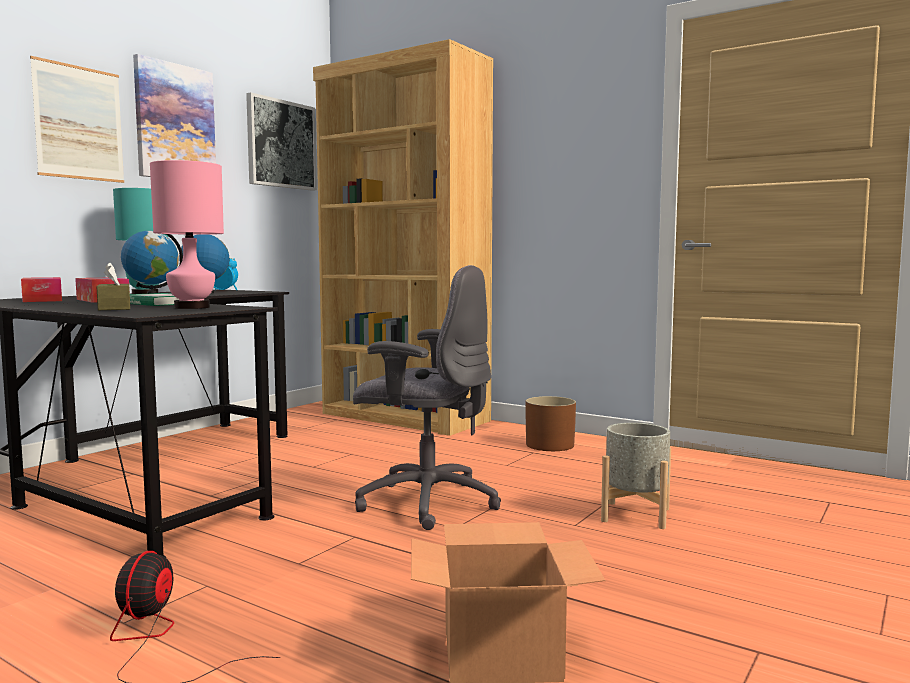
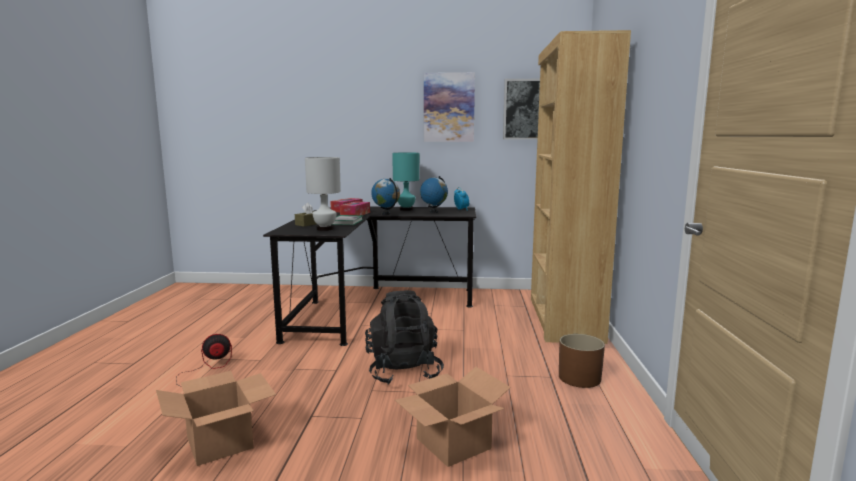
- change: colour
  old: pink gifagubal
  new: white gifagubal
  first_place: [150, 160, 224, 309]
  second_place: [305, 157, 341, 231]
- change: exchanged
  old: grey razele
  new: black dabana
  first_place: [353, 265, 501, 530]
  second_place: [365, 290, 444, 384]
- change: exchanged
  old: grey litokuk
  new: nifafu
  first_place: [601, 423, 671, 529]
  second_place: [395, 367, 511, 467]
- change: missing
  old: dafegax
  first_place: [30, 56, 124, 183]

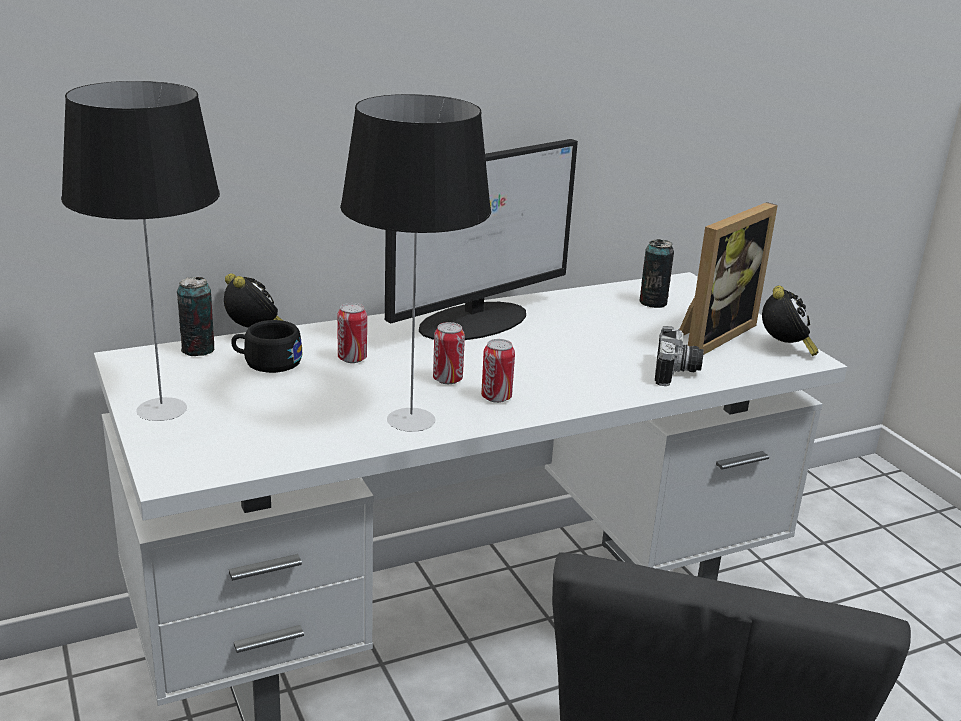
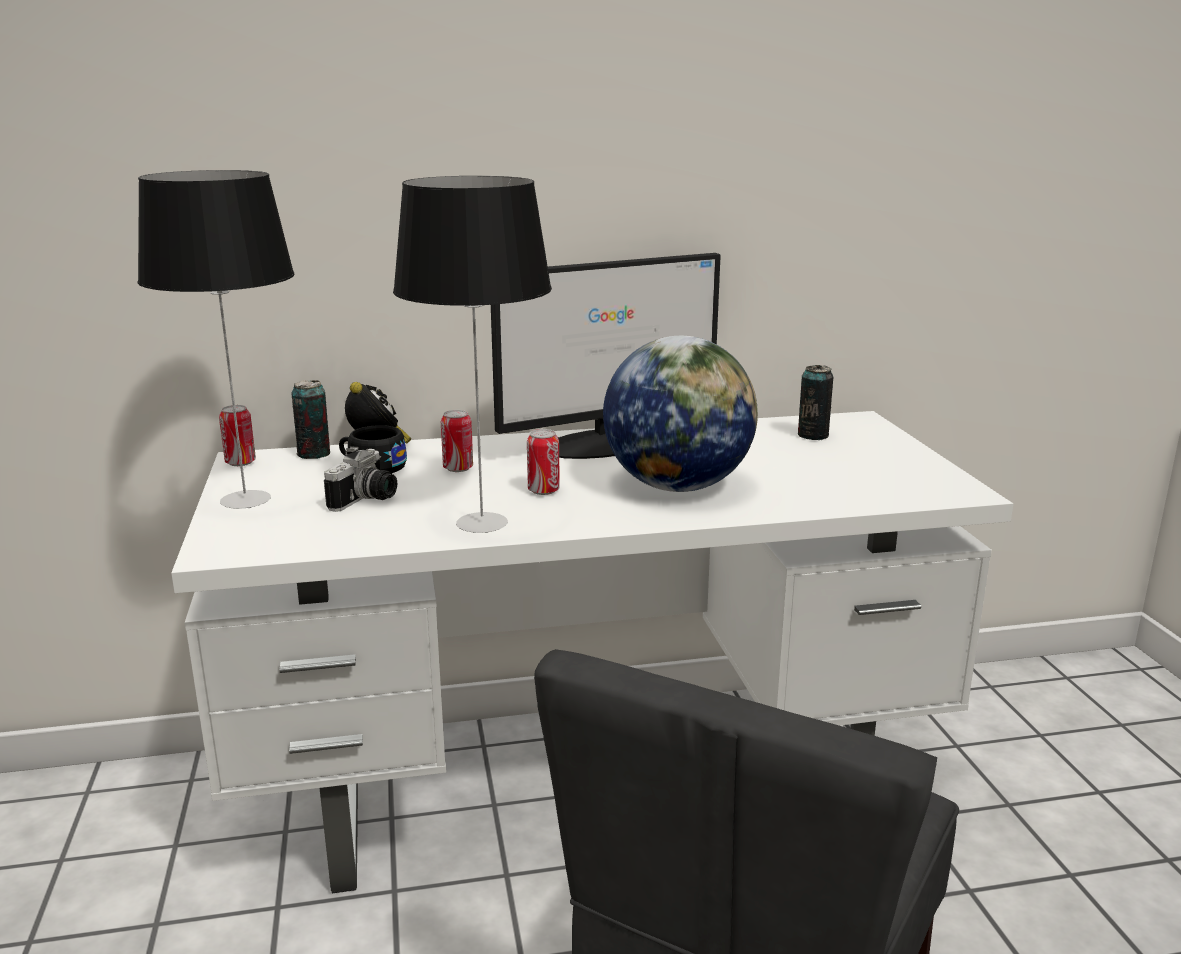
- change: relocated
  old: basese
  first_place: [481, 339, 515, 403]
  second_place: [219, 405, 256, 466]
- change: relocated
  old: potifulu
  first_place: [655, 326, 704, 386]
  second_place: [324, 446, 397, 512]
- change: appeared
  new: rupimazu
  second_place: [603, 336, 758, 492]
- change: missing
  old: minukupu
  first_place: [679, 202, 778, 355]
- change: missing
  old: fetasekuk
  first_place: [762, 286, 819, 356]

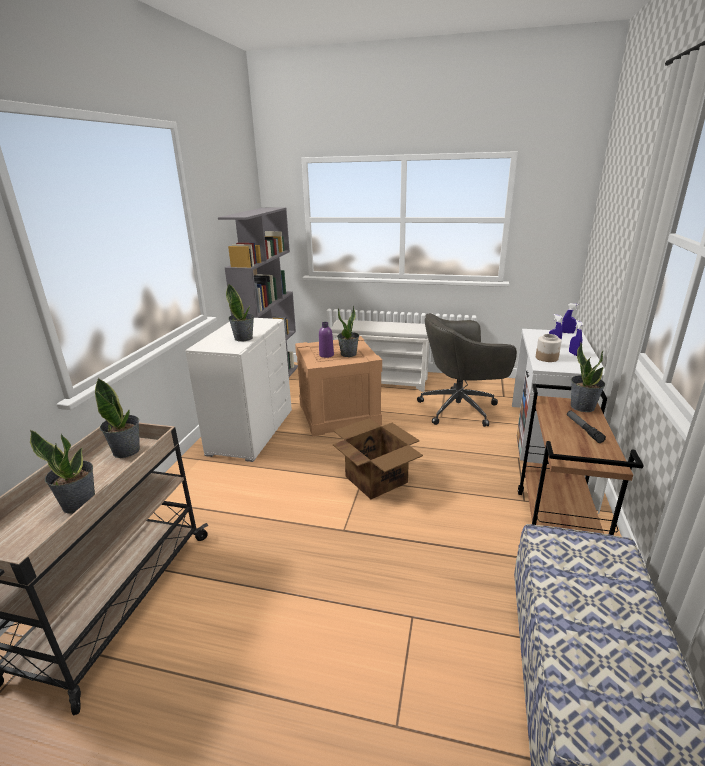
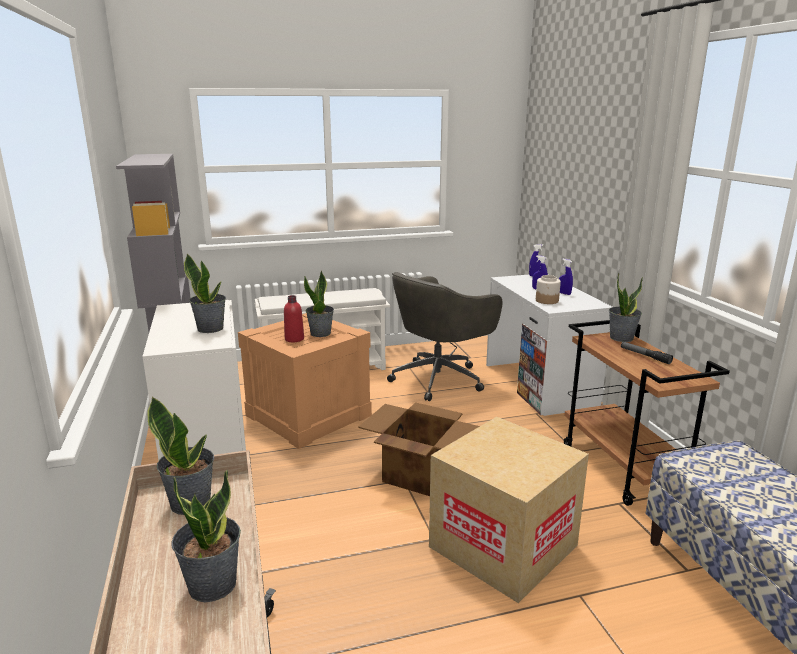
- change: colour
  old: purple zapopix
  new: red zapopix
  first_place: [319, 322, 334, 358]
  second_place: [284, 295, 304, 342]
- change: appeared
  new: nifafu
  second_place: [429, 417, 589, 603]

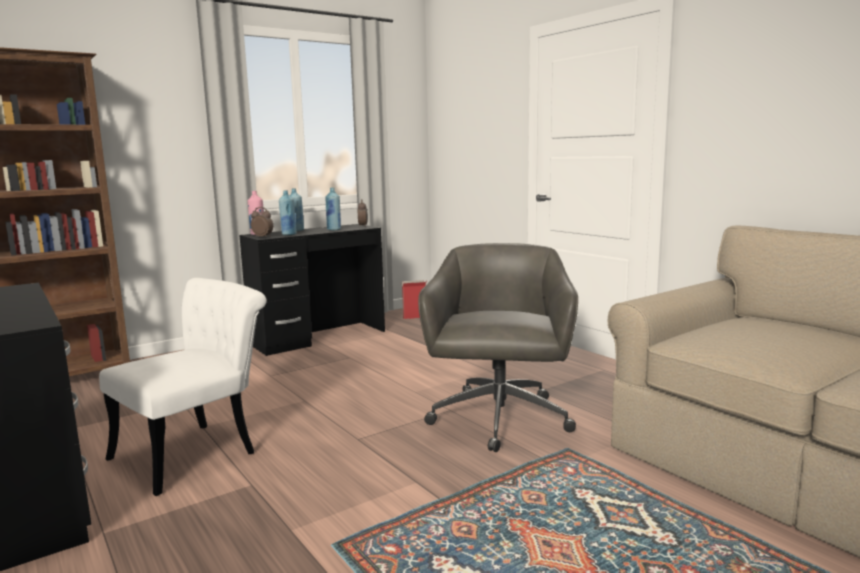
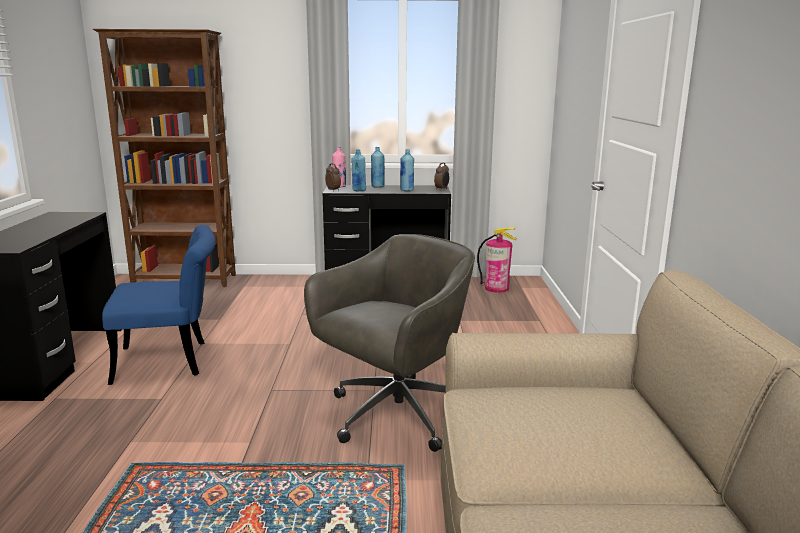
- change: colour
  old: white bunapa
  new: blue bunapa
  first_place: [99, 278, 267, 496]
  second_place: [102, 225, 215, 385]
- change: exchanged
  old: nifafu
  new: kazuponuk
  first_place: [402, 280, 427, 319]
  second_place: [477, 227, 517, 293]

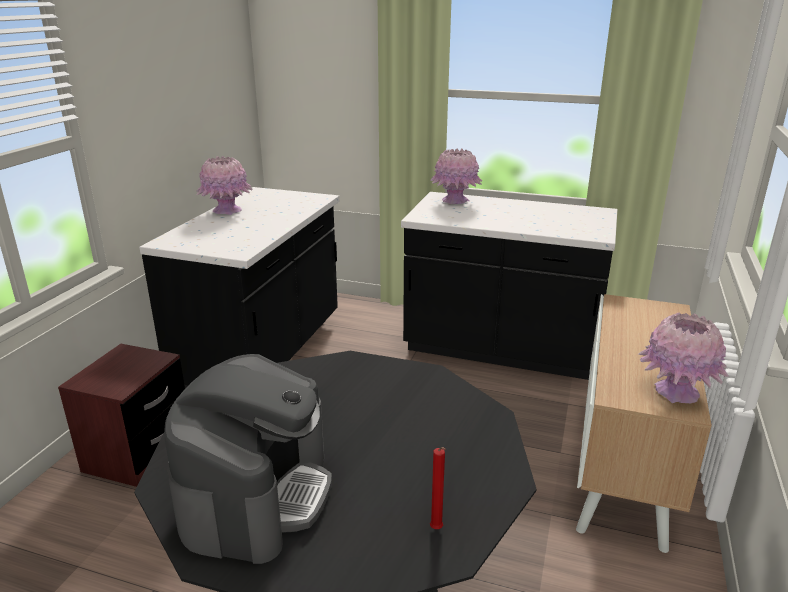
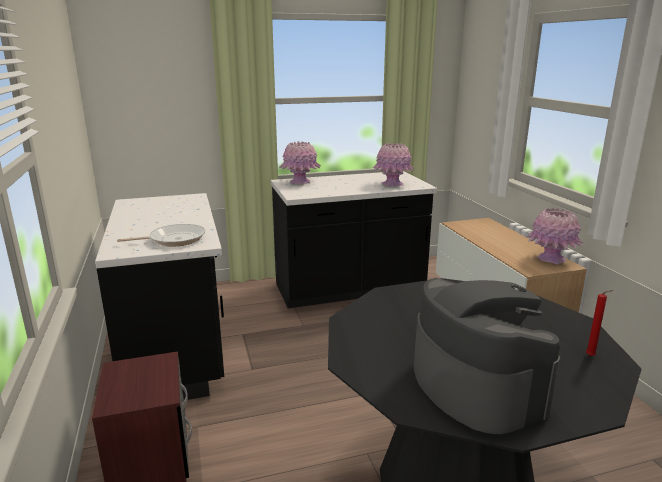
- change: appeared
  new: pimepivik
  second_place: [117, 224, 205, 247]
- change: relocated
  old: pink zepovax
  first_place: [196, 156, 252, 215]
  second_place: [373, 143, 414, 186]

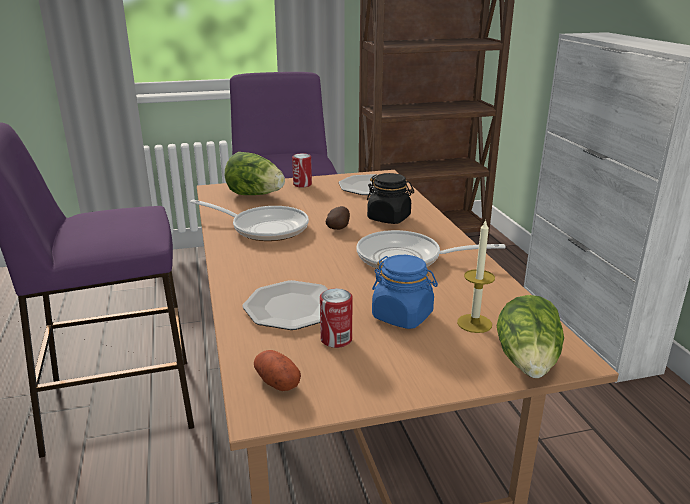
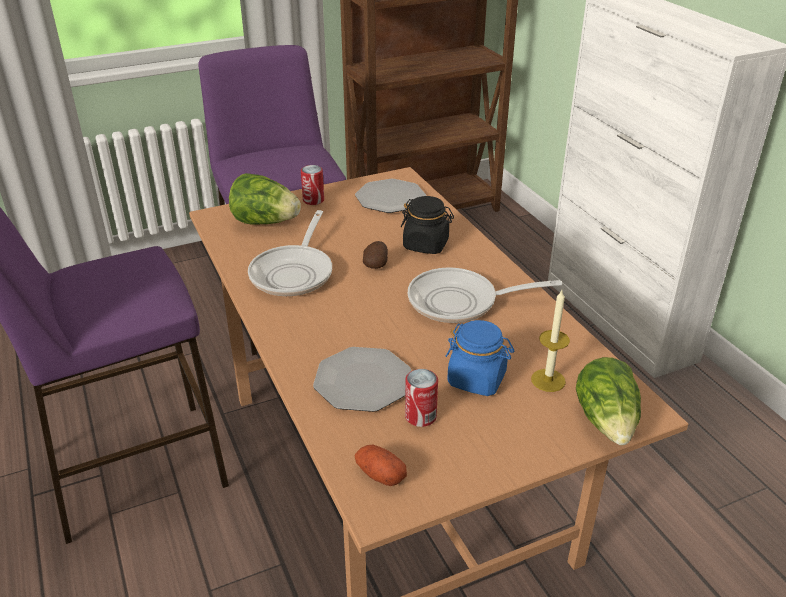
- change: spun
  old: pimepivik
  first_place: [190, 199, 309, 241]
  second_place: [248, 210, 332, 296]
  degrees: 90

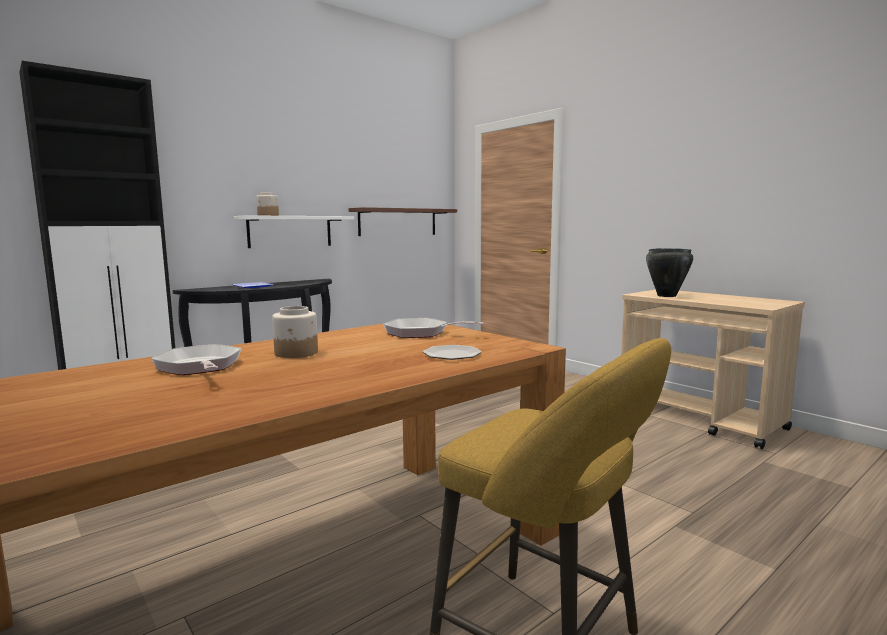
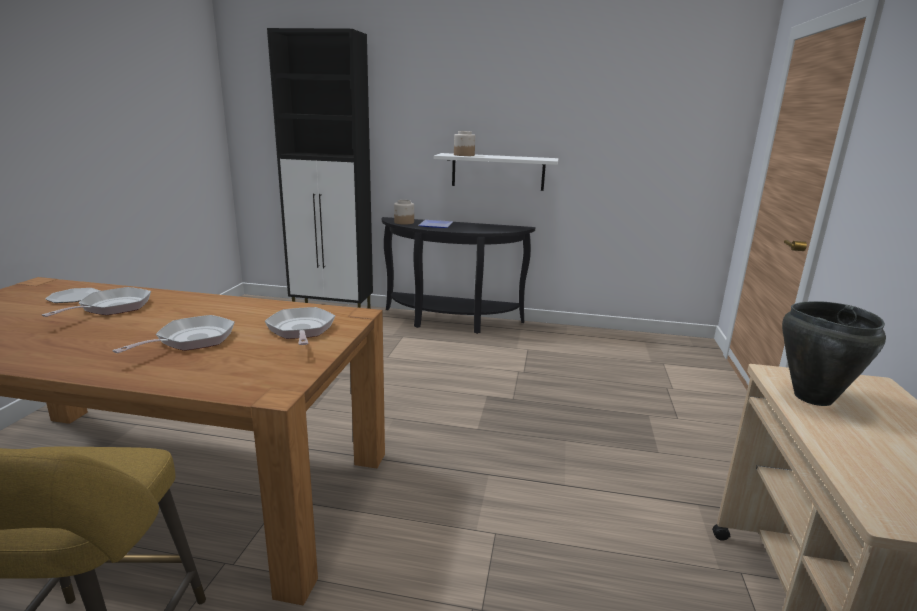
- change: relocated
  old: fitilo
  first_place: [423, 345, 482, 360]
  second_place: [45, 288, 100, 303]
- change: appeared
  new: pimepivik
  second_place: [113, 315, 235, 353]
- change: relocated
  old: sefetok
  first_place: [272, 306, 318, 358]
  second_place: [394, 200, 414, 224]
- change: missing
  old: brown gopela
  first_place: [349, 207, 457, 236]

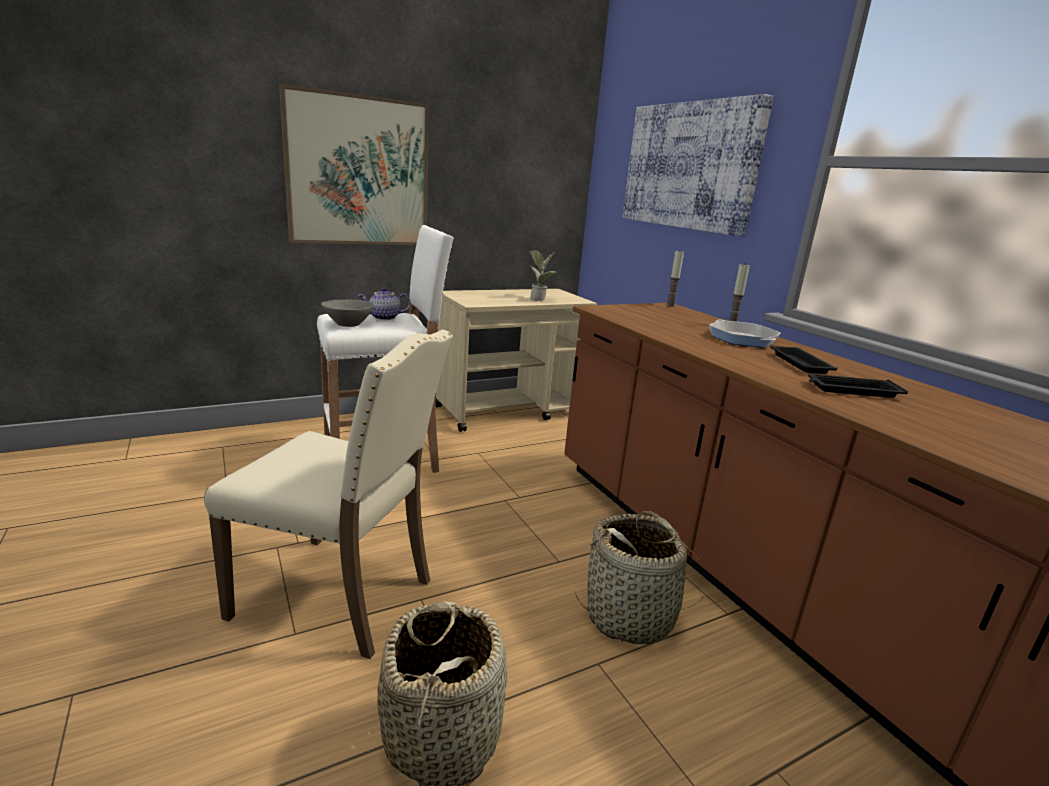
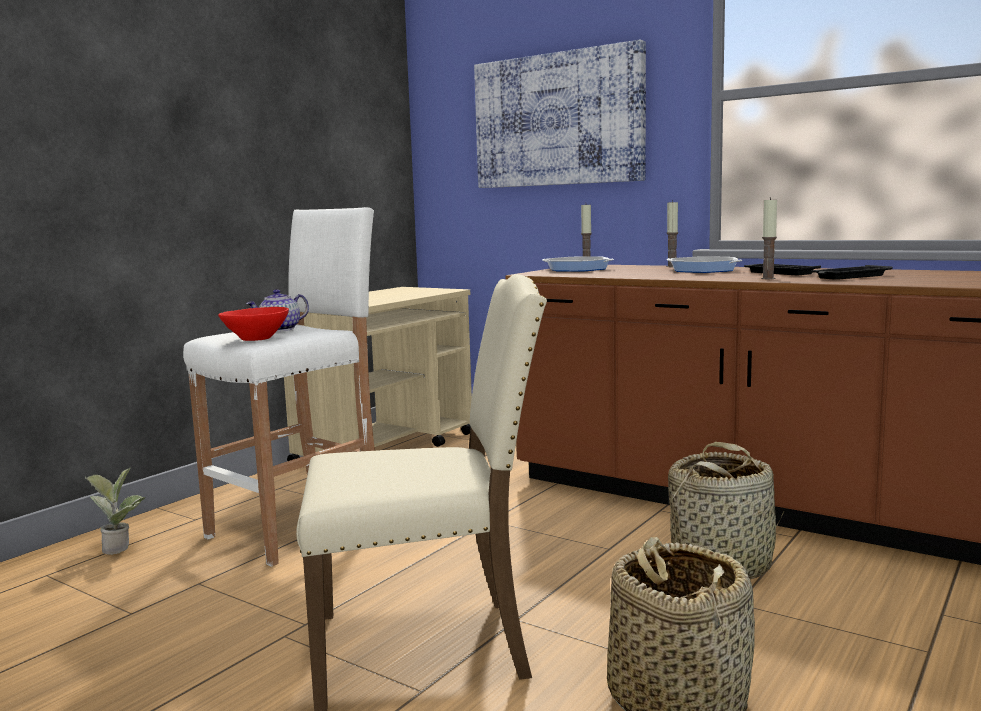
- change: relocated
  old: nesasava
  first_place: [530, 250, 559, 301]
  second_place: [85, 468, 145, 555]
- change: colour
  old: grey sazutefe
  new: red sazutefe
  first_place: [321, 300, 374, 327]
  second_place: [218, 307, 289, 341]
- change: appeared
  new: pimepivik
  second_place: [542, 256, 614, 272]
- change: appeared
  new: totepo
  second_place: [761, 197, 777, 279]
- change: missing
  old: dafegax
  first_place: [279, 84, 429, 245]

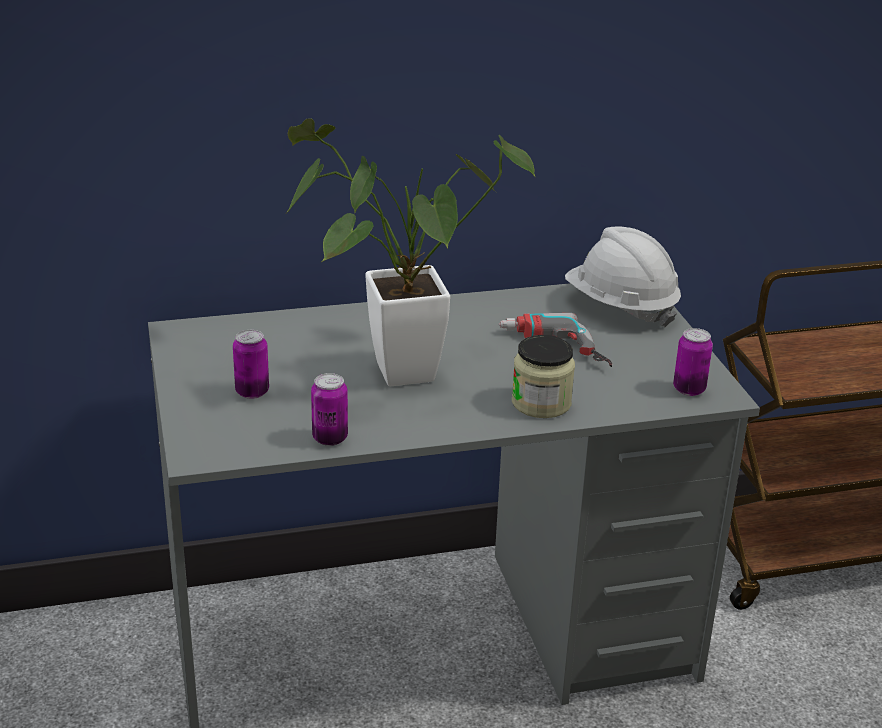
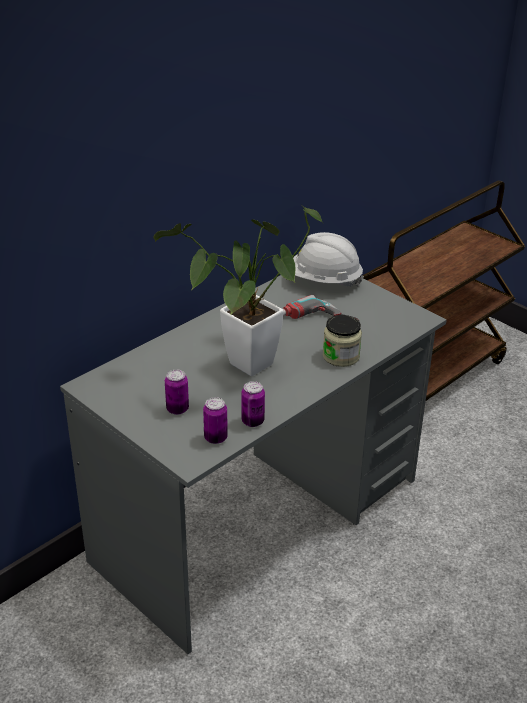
- change: relocated
  old: basese
  first_place: [673, 328, 713, 396]
  second_place: [203, 397, 228, 444]

